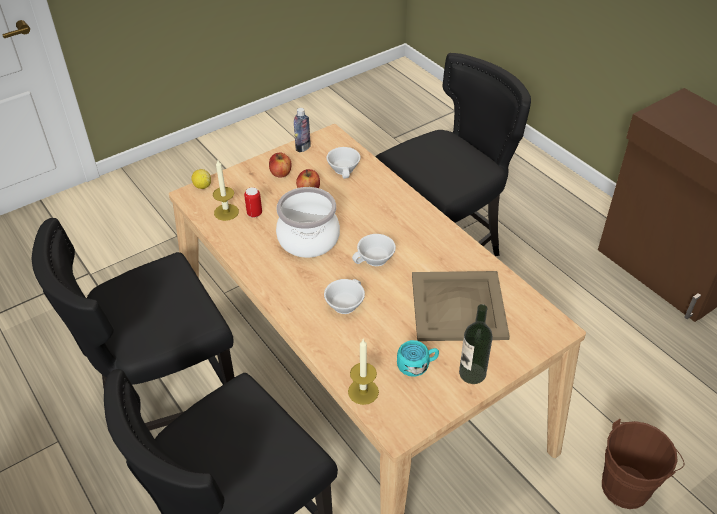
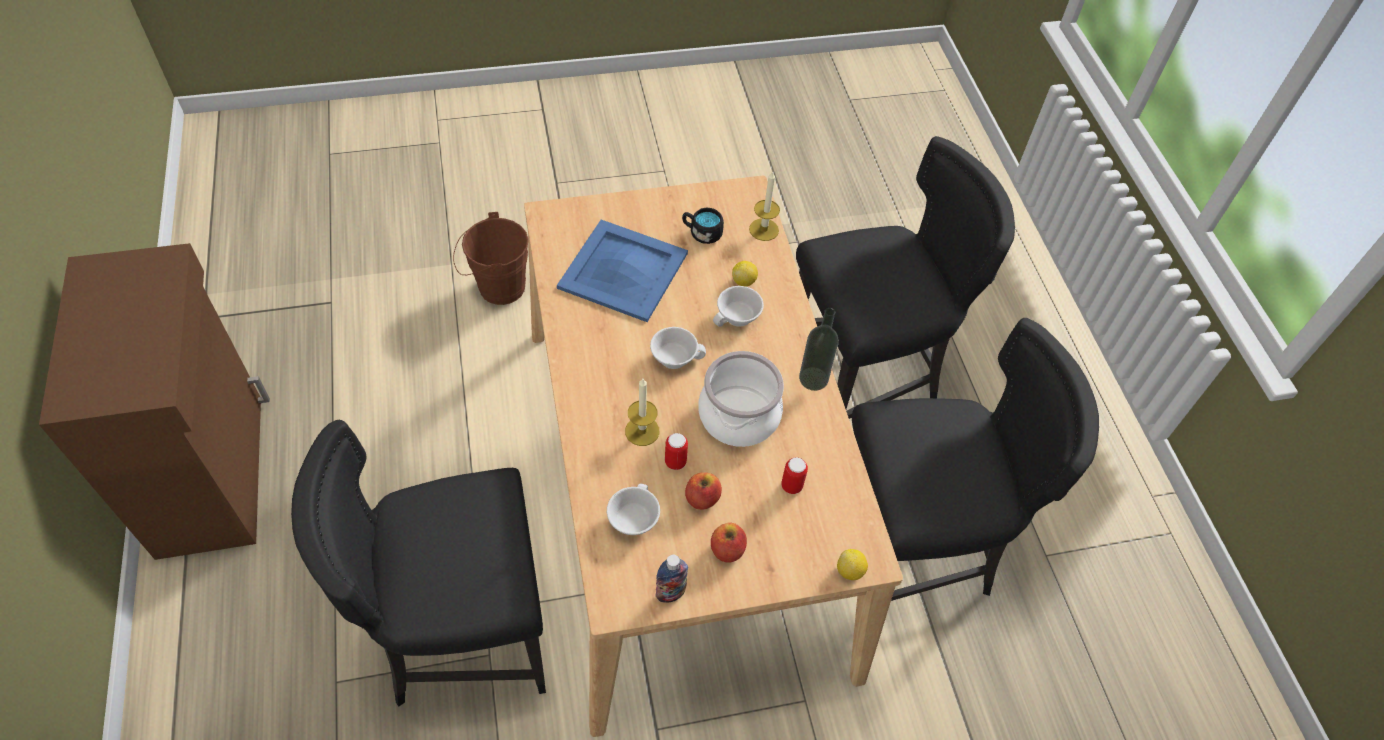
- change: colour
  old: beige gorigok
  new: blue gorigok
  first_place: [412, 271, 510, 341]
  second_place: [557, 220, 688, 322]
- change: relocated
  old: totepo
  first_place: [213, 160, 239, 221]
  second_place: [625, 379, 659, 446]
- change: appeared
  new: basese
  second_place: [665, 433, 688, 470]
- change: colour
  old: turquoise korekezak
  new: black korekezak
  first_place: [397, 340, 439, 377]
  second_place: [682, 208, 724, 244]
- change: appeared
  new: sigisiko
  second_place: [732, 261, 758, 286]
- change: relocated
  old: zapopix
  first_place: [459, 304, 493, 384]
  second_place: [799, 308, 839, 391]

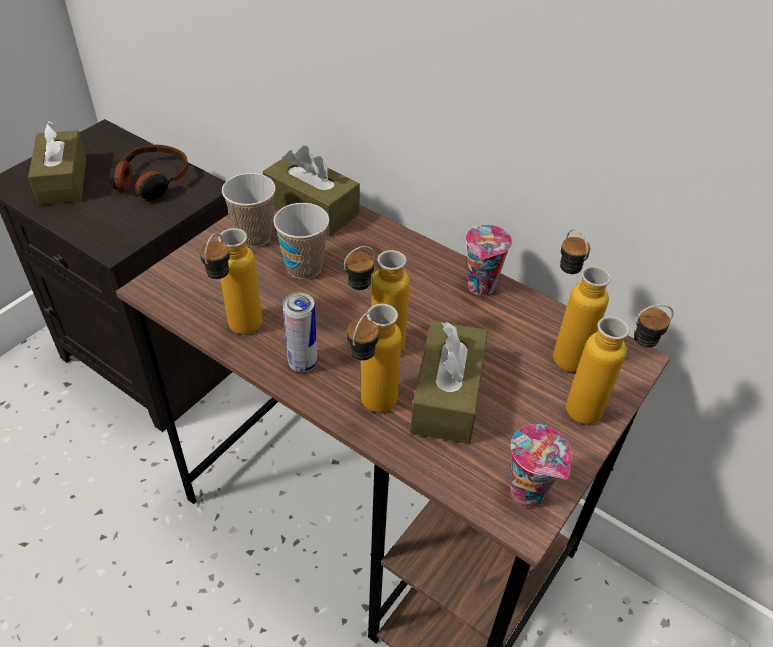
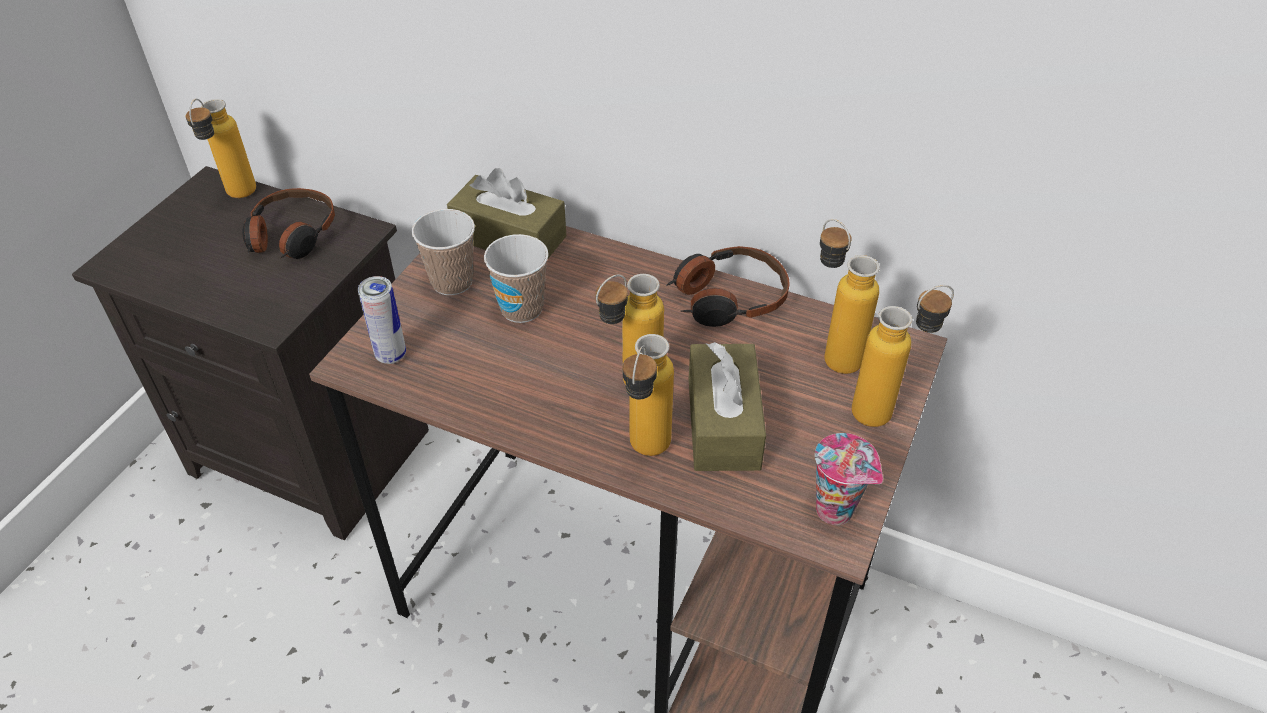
- change: relocated
  old: zapopix
  first_place: [200, 228, 262, 335]
  second_place: [185, 99, 256, 198]
- change: relocated
  old: basese
  first_place: [283, 293, 317, 372]
  second_place: [358, 276, 406, 364]
- change: exchanged
  old: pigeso
  new: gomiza
  first_place: [466, 225, 512, 296]
  second_place: [666, 246, 790, 327]
- change: missing
  old: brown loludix
  first_place: [28, 121, 86, 205]

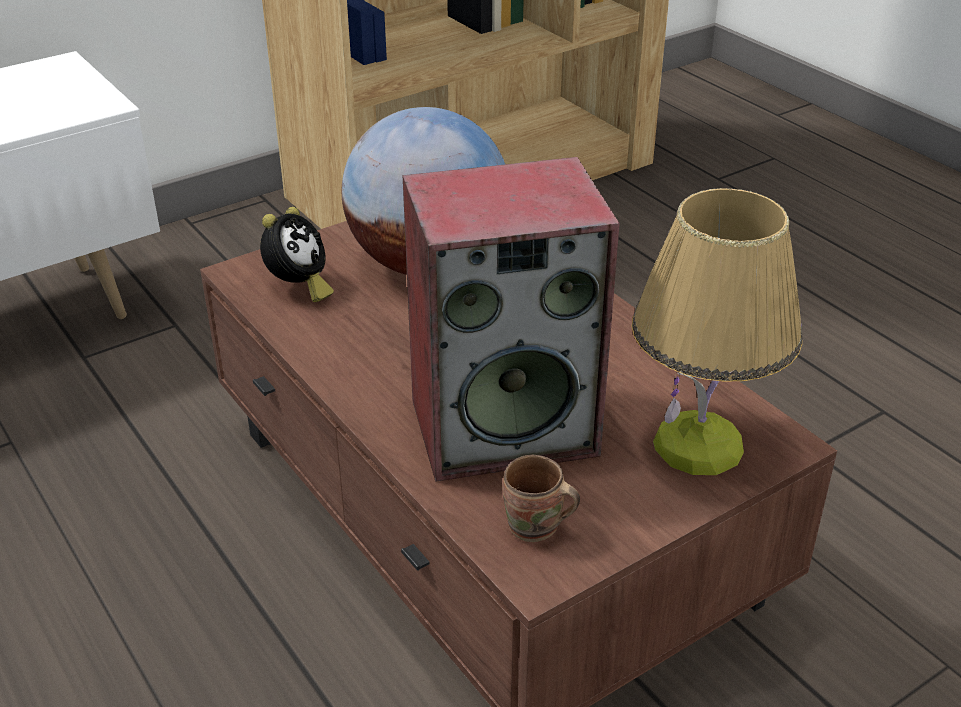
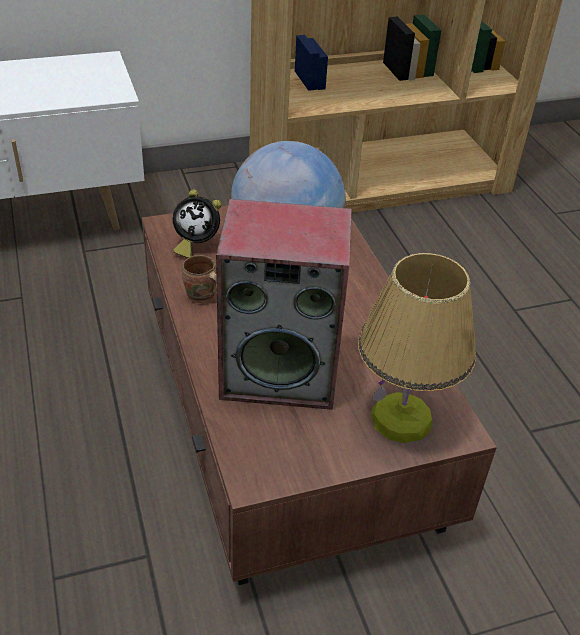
- change: spun
  old: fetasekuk
  first_place: [260, 207, 334, 302]
  second_place: [173, 189, 221, 258]
  degrees: 60
- change: relocated
  old: brown korekezak
  first_place: [503, 455, 580, 542]
  second_place: [182, 255, 217, 303]

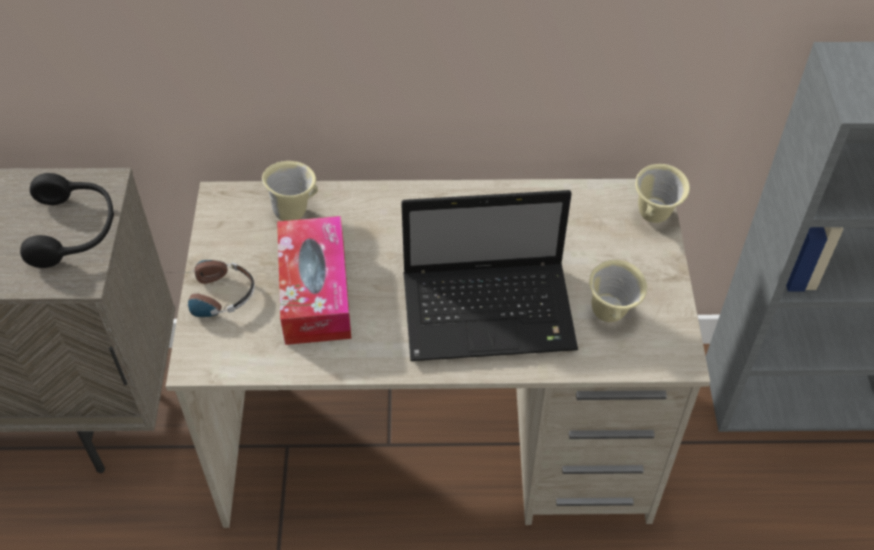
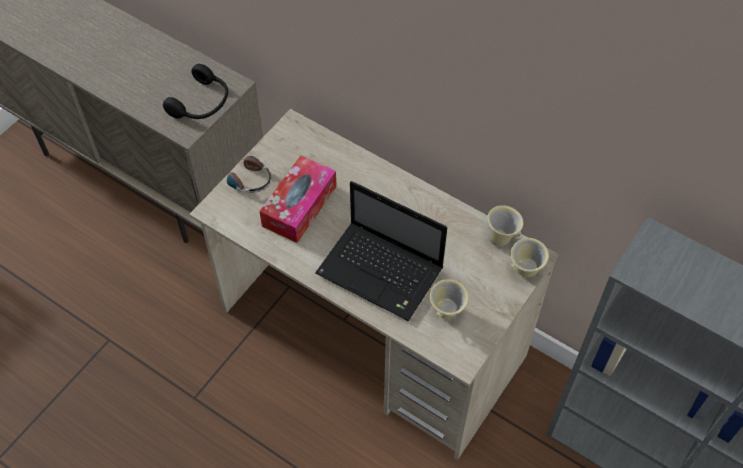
- change: relocated
  old: beige korekezak
  first_place: [262, 161, 318, 221]
  second_place: [487, 205, 523, 246]

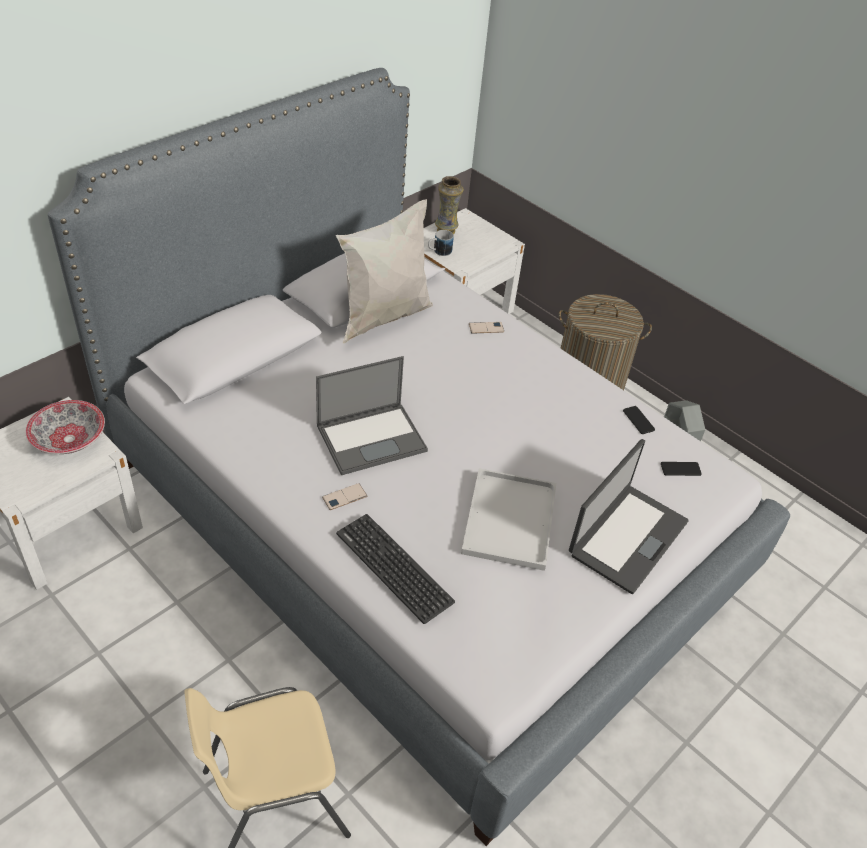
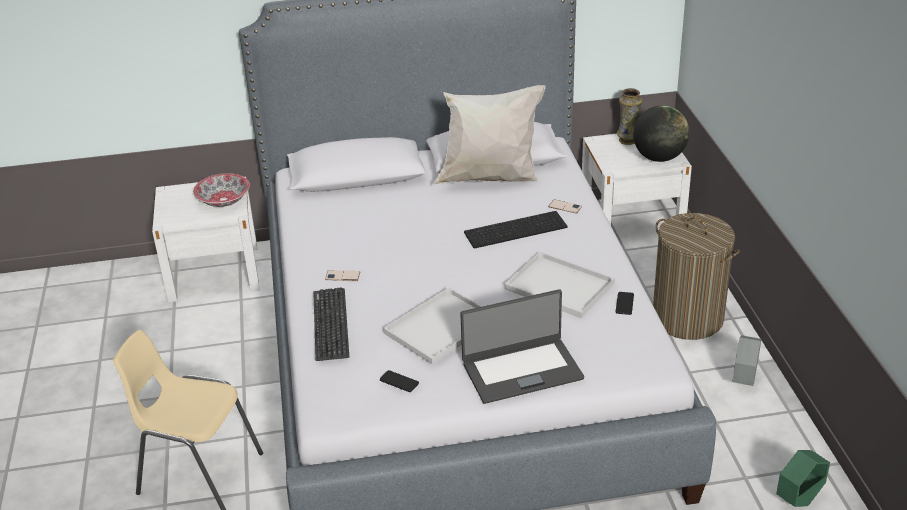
- change: relocated
  old: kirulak
  first_place: [661, 462, 702, 476]
  second_place: [380, 370, 419, 392]
- change: appeared
  new: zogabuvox
  second_place: [464, 211, 567, 248]
- change: appeared
  new: white gorigok
  second_place: [505, 252, 615, 318]
- change: appeared
  new: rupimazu
  second_place: [633, 105, 689, 162]
- change: appeared
  new: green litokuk
  second_place: [776, 450, 830, 507]
- change: missing
  old: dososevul
  first_place: [316, 356, 428, 475]
- change: missing
  old: korekezak
  first_place: [428, 230, 454, 256]

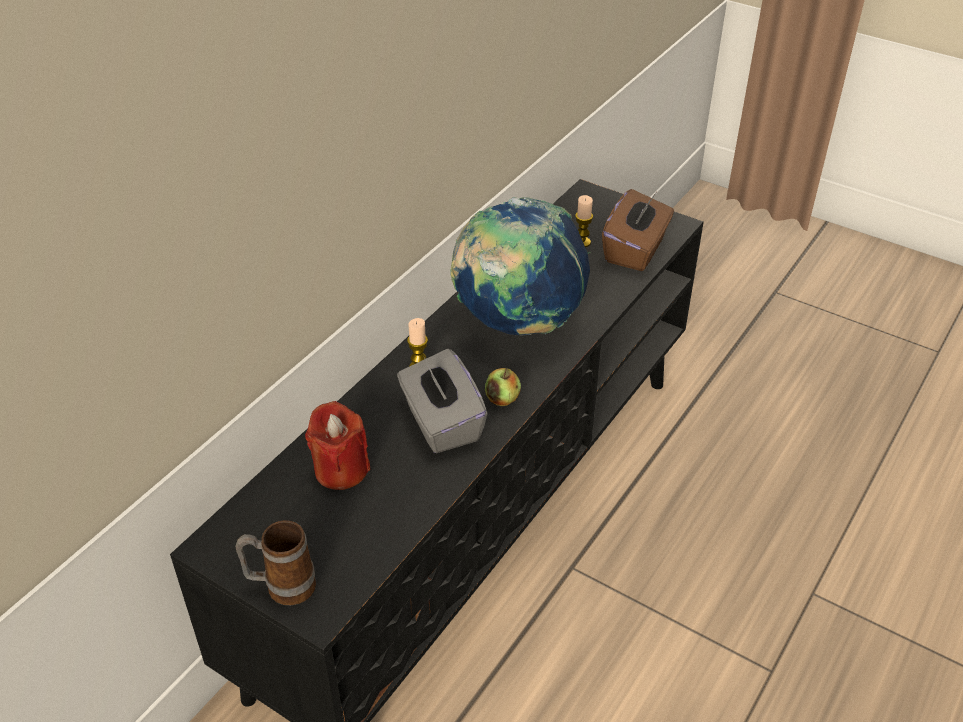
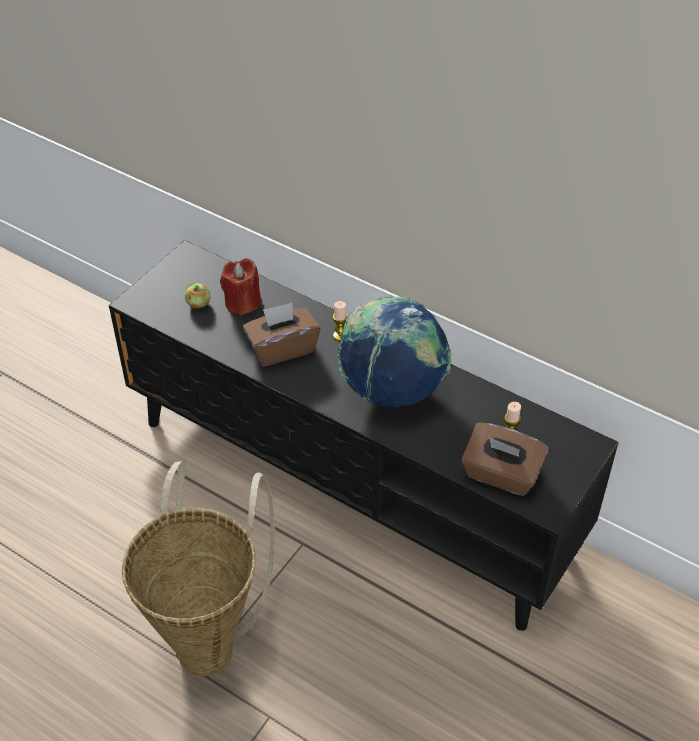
- change: appeared
  new: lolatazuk
  second_place: [122, 461, 275, 676]
- change: relocated
  old: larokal
  first_place: [485, 368, 521, 406]
  second_place: [185, 283, 210, 309]
- change: colour
  old: grey loludix
  new: brown loludix
  first_place: [397, 349, 487, 453]
  second_place: [243, 303, 321, 366]
- change: missing
  old: korekezak
  first_place: [235, 520, 316, 605]

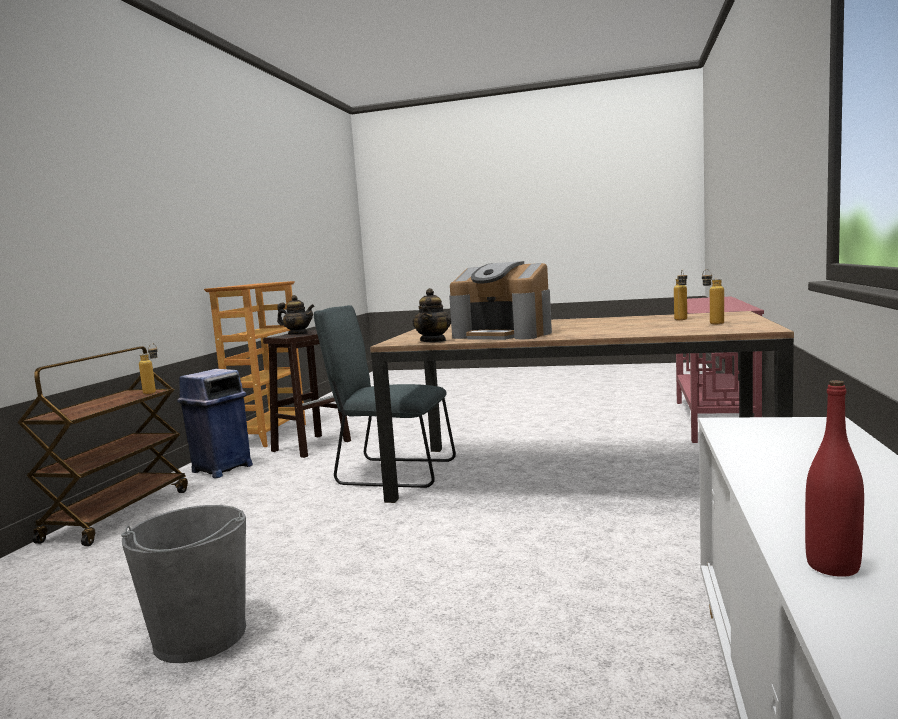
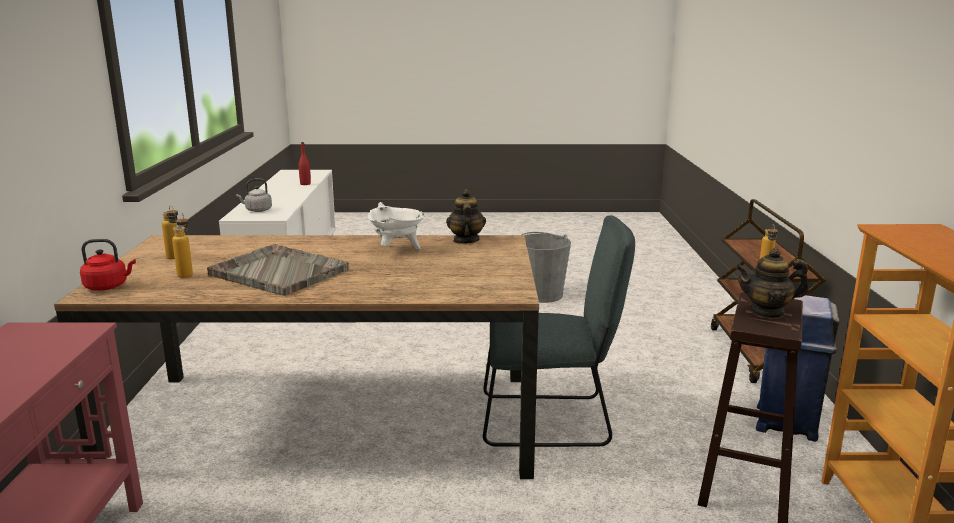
- change: appeared
  new: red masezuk
  second_place: [80, 239, 136, 290]
- change: appeared
  new: grey gorigok
  second_place: [207, 244, 349, 296]
- change: appeared
  new: grey masezuk
  second_place: [236, 179, 272, 212]
- change: exchanged
  old: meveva
  new: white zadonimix
  first_place: [449, 261, 552, 340]
  second_place: [368, 202, 424, 250]

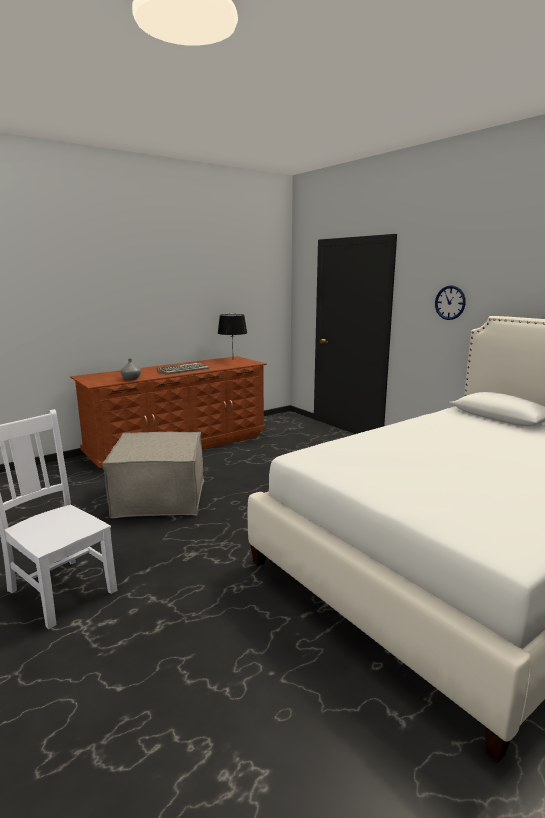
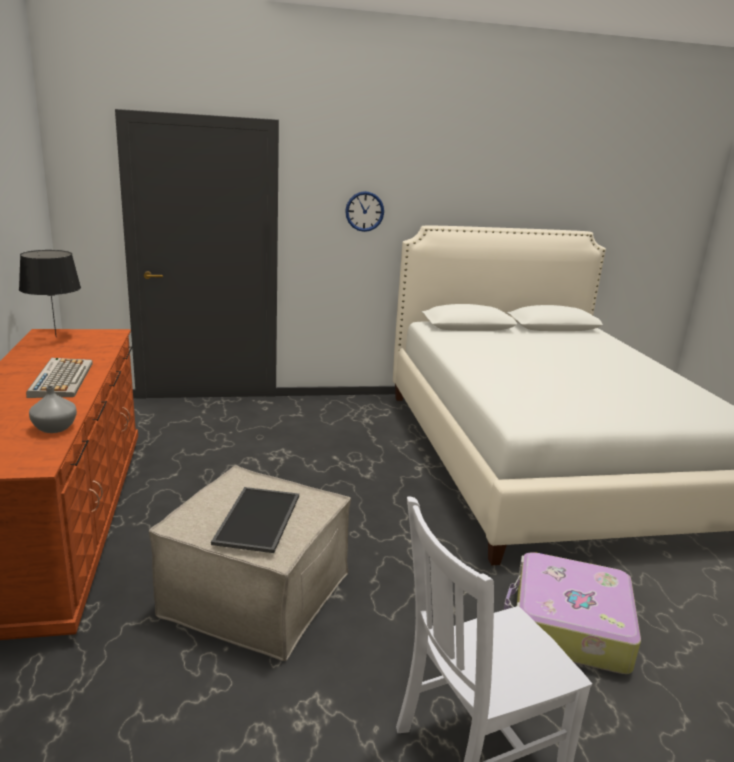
- change: appeared
  new: gorigok
  second_place: [211, 487, 299, 553]
- change: appeared
  new: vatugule
  second_place: [504, 552, 641, 674]

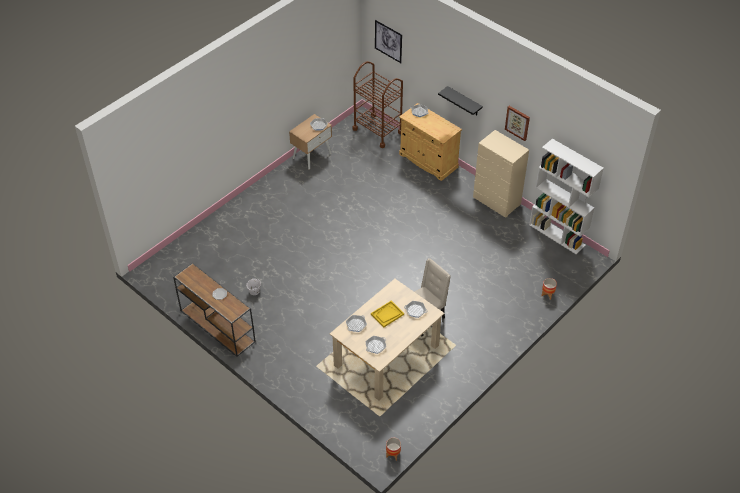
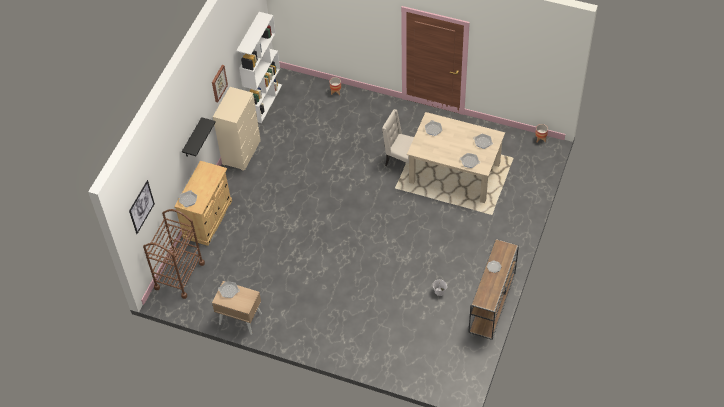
- change: missing
  old: yellow gorigok
  first_place: [371, 301, 404, 328]

